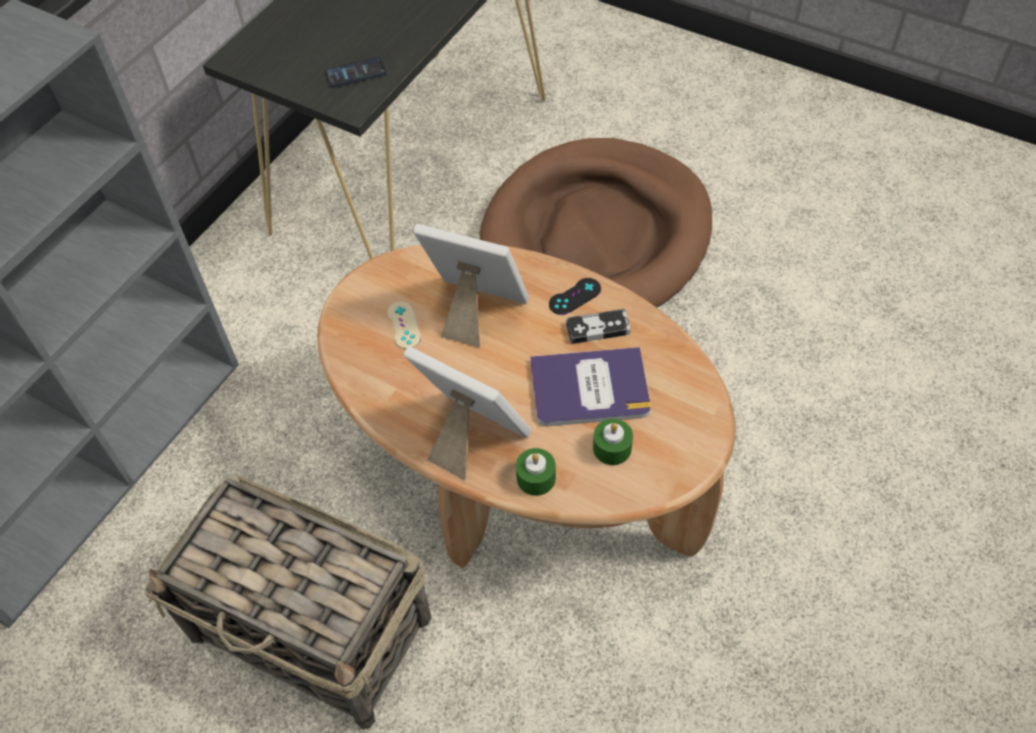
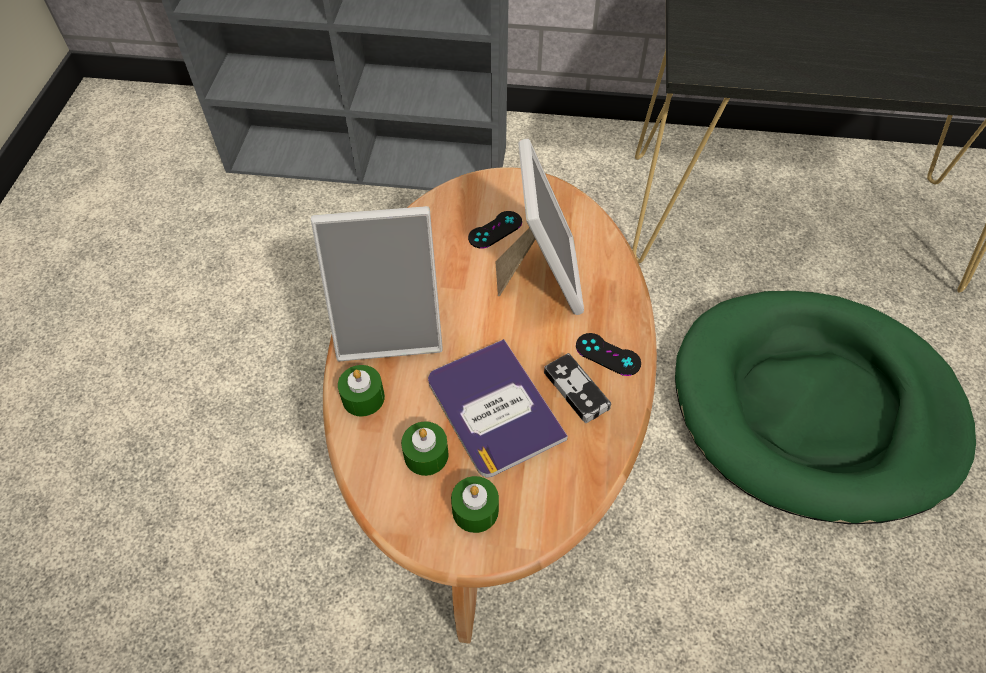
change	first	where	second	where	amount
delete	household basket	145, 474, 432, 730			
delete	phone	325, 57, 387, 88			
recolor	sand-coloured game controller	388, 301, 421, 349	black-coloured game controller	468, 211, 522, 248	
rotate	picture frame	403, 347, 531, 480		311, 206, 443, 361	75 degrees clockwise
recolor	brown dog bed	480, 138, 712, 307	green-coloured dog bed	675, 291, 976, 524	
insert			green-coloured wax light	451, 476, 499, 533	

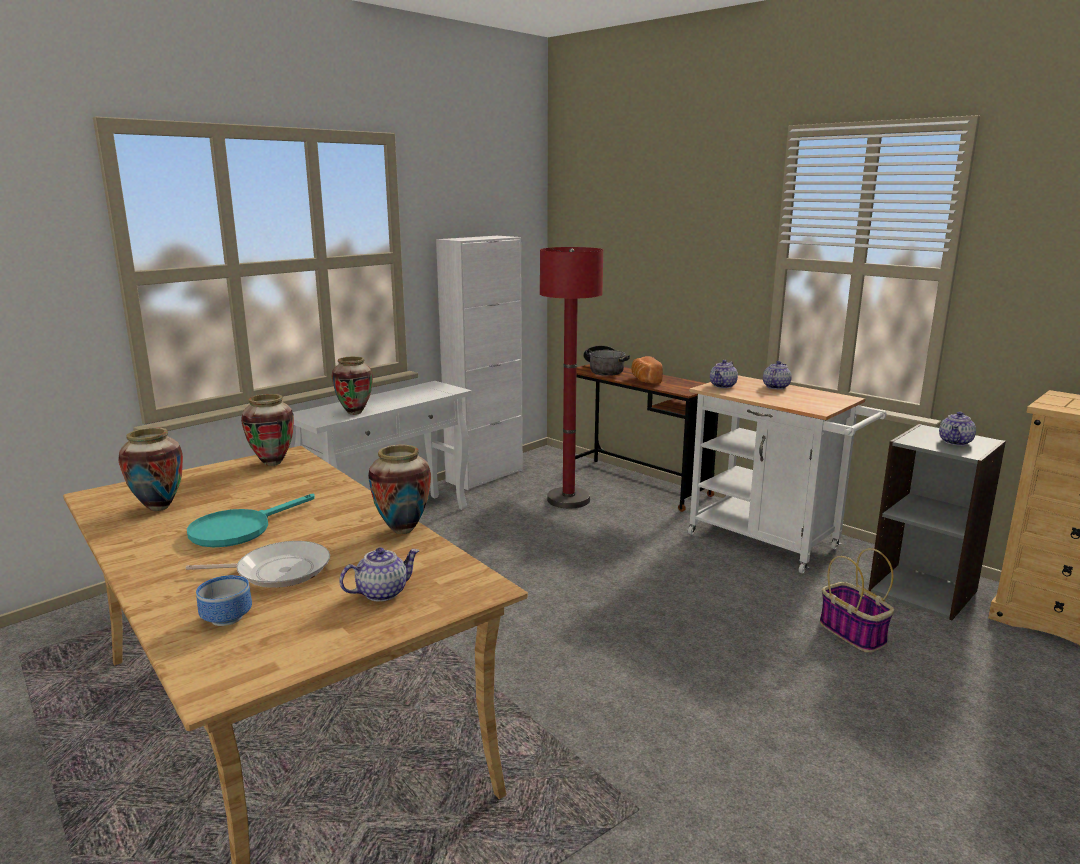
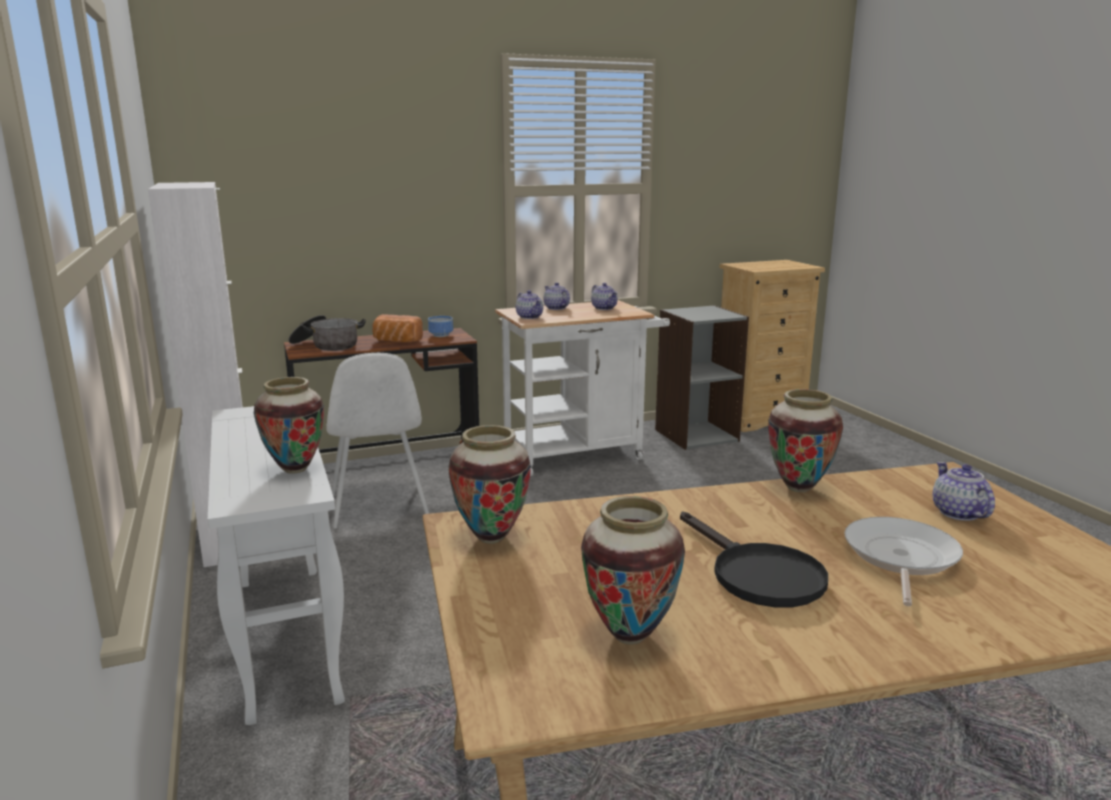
change	first	where	second	where	amount
recolor	blue-green frying pan	187, 494, 315, 547	black-coloured frying pan	680, 511, 828, 607	
move	bowl	196, 575, 252, 626		428, 316, 453, 337	
replace	reddish standard lamp	540, 247, 603, 508	white plain chair	326, 353, 429, 528	
delete	household basket	820, 548, 894, 652			
move	pot for tea	939, 412, 976, 446		591, 283, 618, 310	

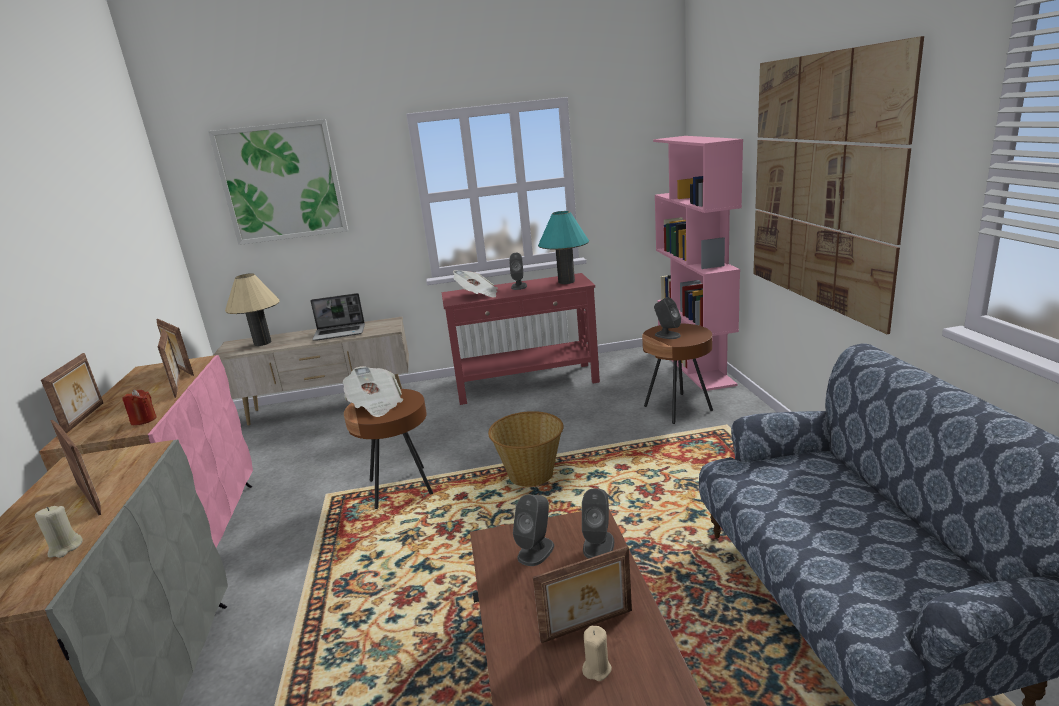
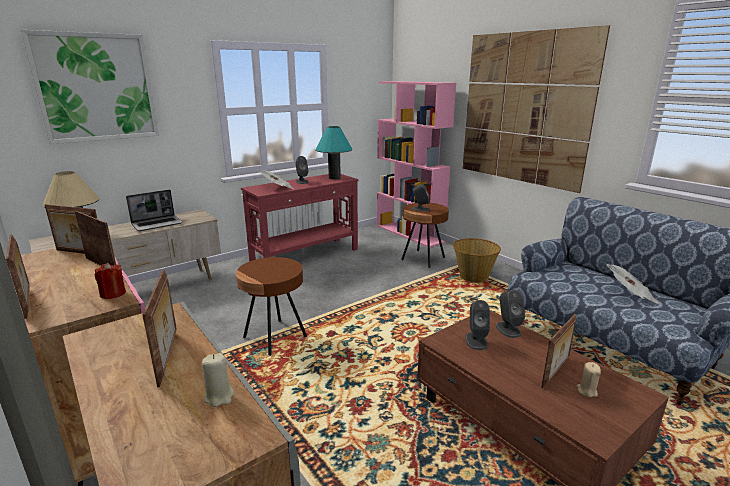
change	first	where	second	where	amount
rotate	picture frame	50, 420, 101, 515		142, 270, 177, 388	60 degrees clockwise
move	newspaper	343, 366, 403, 417		606, 264, 659, 304	
move	household basket	488, 411, 564, 487		452, 238, 501, 283	

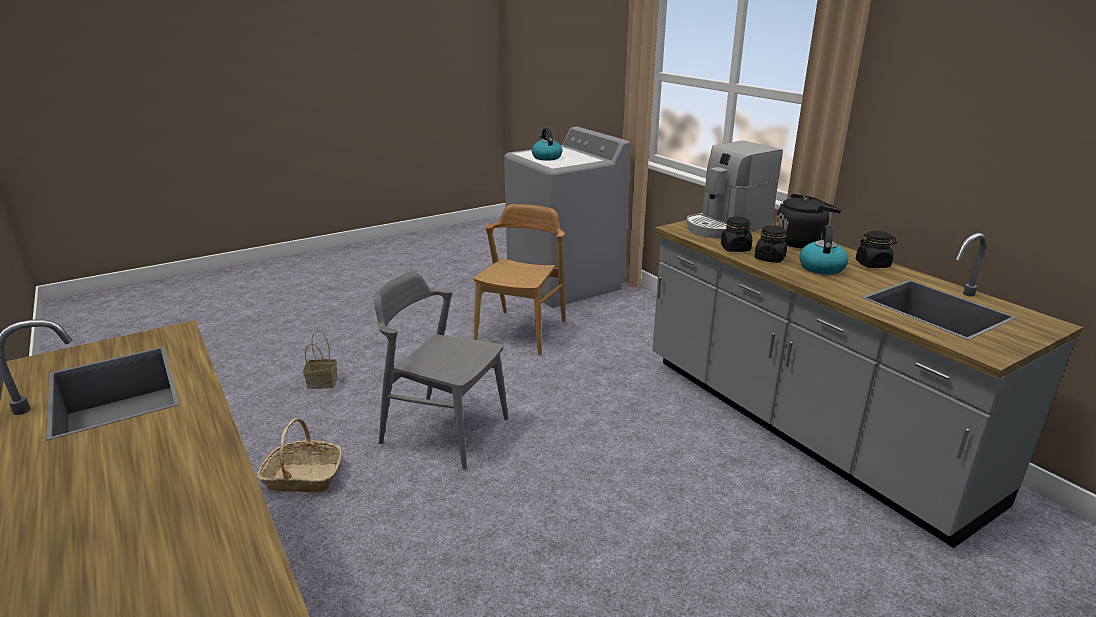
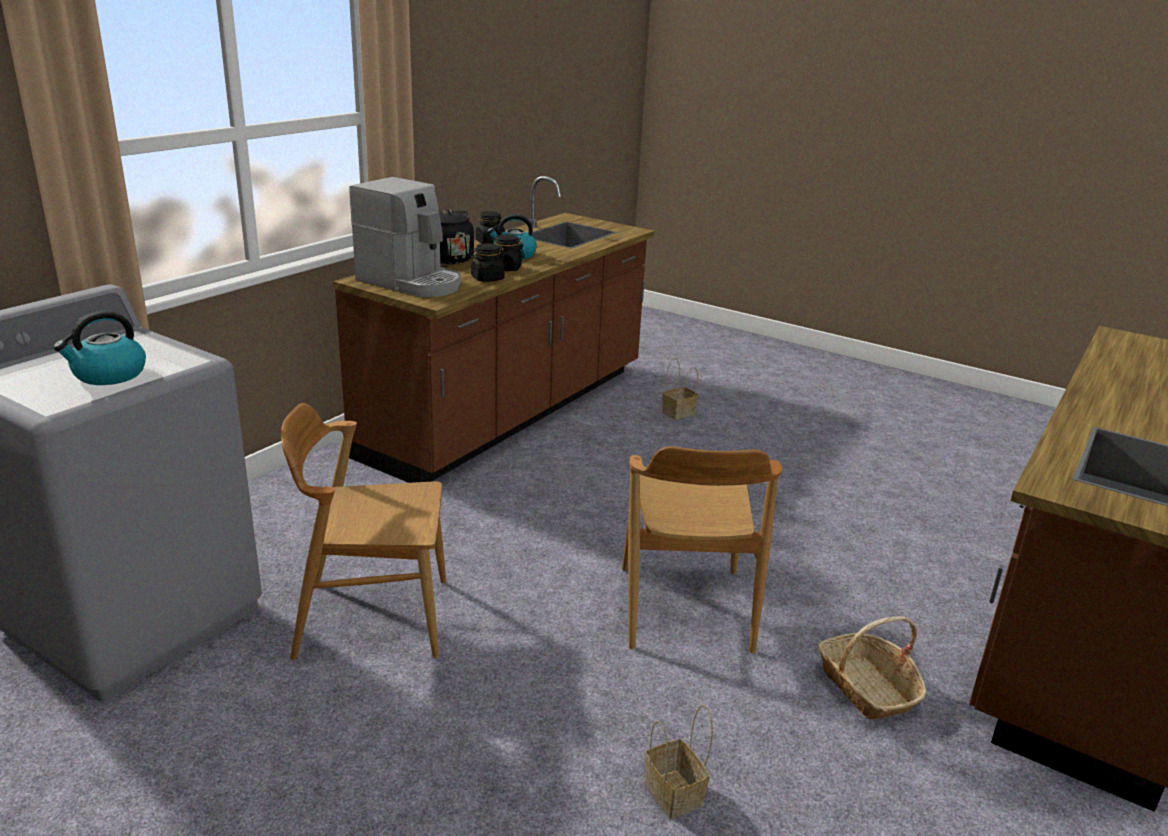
change	first	where	second	where	amount
recolor	greyish plain chair	374, 272, 508, 470	brown plain chair	622, 446, 782, 653	
recolor	greyish kitchen counter	652, 220, 1083, 548	brown kitchen counter	333, 176, 655, 483	
insert			household basket	662, 358, 698, 420	

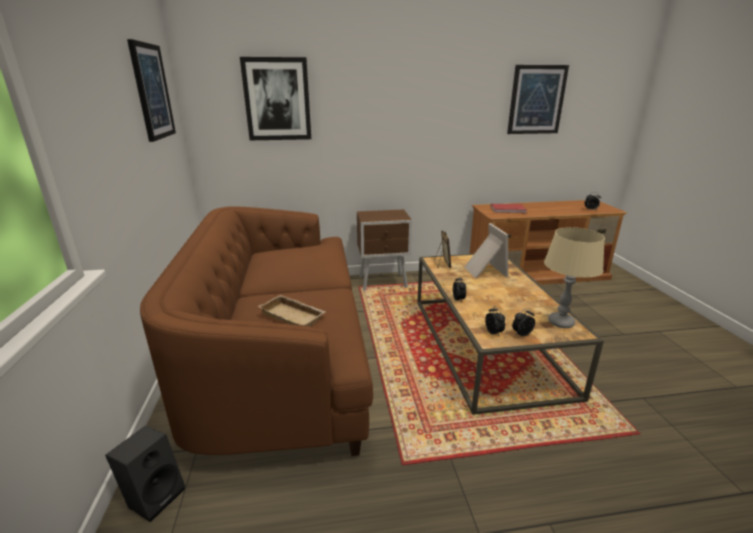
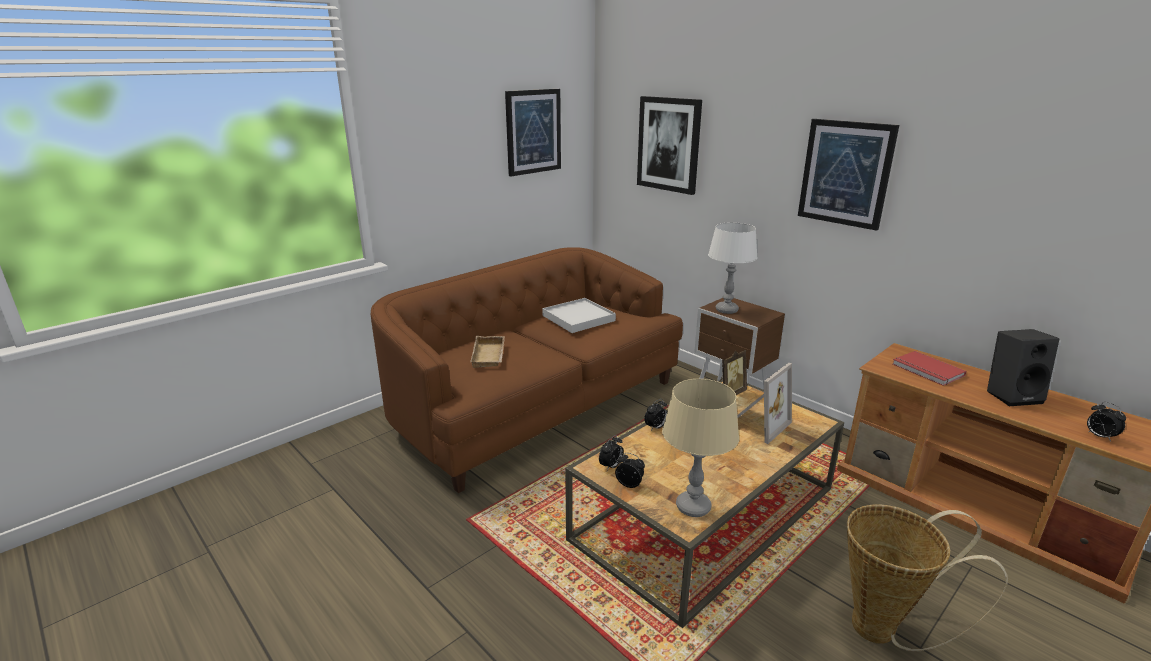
change	first	where	second	where	amount
move	black-coloured speaker	105, 426, 185, 522		987, 329, 1059, 406	
move	wall picture	507, 65, 569, 134		798, 119, 899, 231	
insert			white tray	542, 298, 616, 333	
insert			white table lamp	708, 222, 758, 314	
insert			household basket	847, 504, 1008, 651	

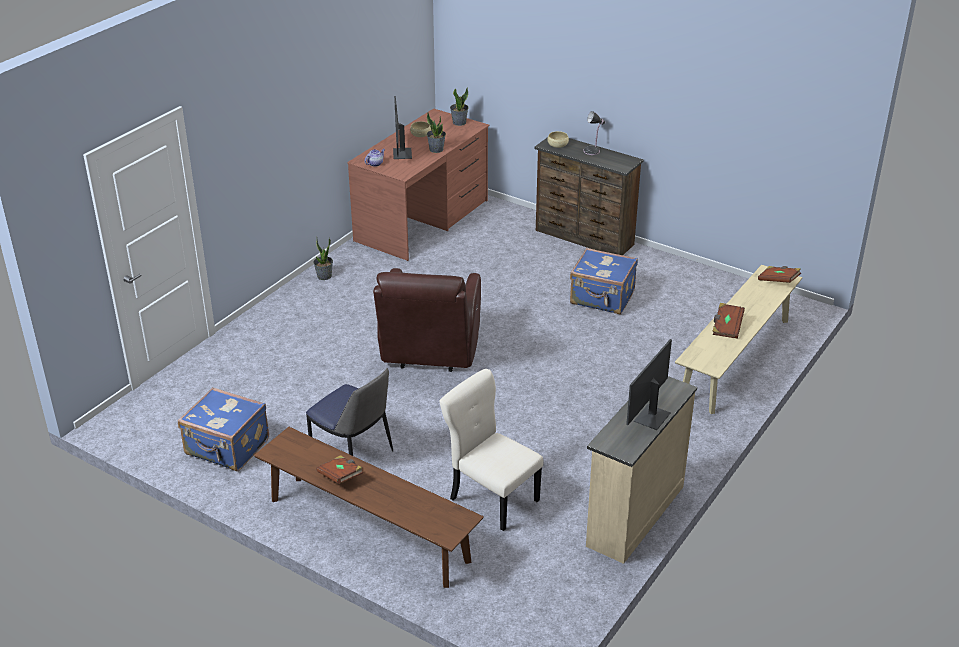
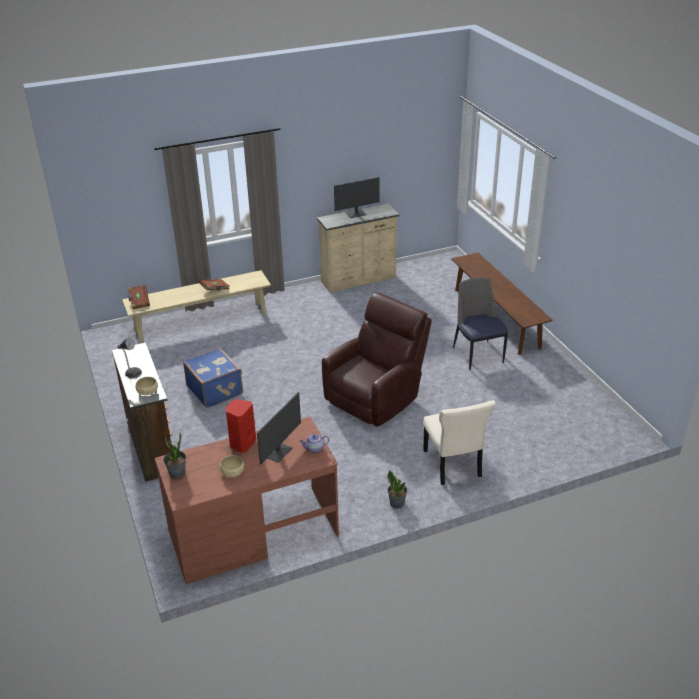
change	first	where	second	where	amount
delete	bluish travel case	178, 387, 269, 471			
delete	brown bound book	316, 455, 363, 484			
replace	potted plant	427, 112, 446, 153	reddish speaker	225, 399, 256, 453	
move	sand-coloured plain chair	439, 369, 543, 531		423, 400, 496, 485	

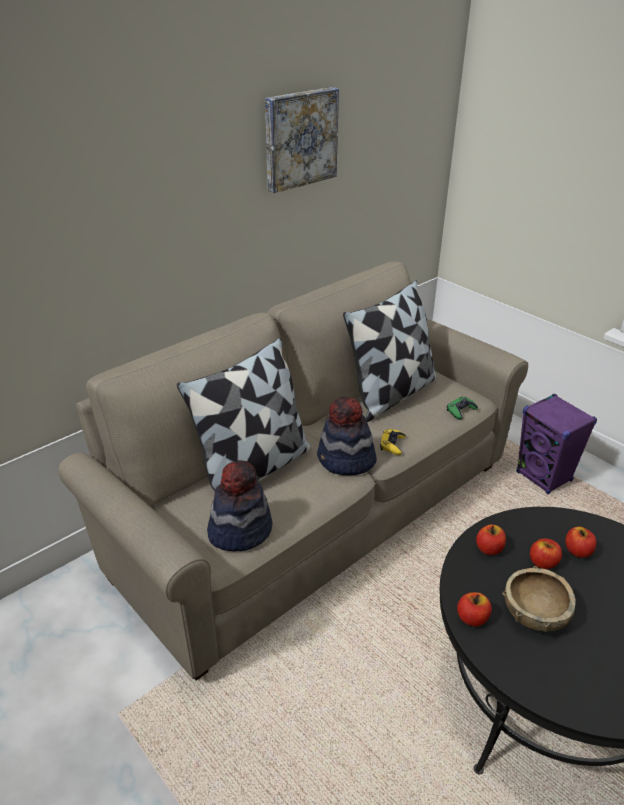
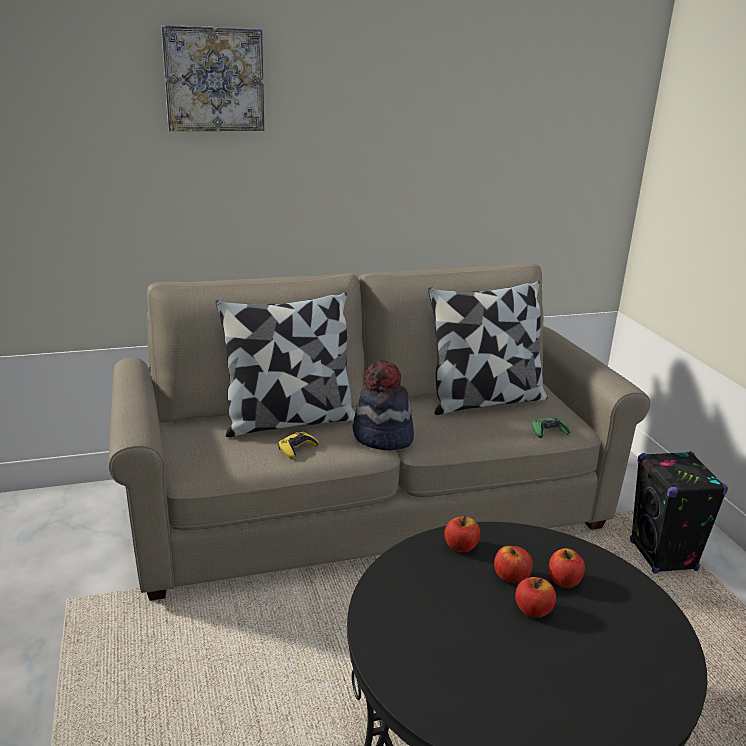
change	first	where	second	where	amount
delete	hat	207, 460, 273, 551			
move	wall picture	265, 87, 339, 193		161, 25, 264, 131	
move	yellow-coloured game controller	380, 429, 406, 455		278, 432, 319, 459	
move	whole apple	457, 592, 492, 626		515, 577, 556, 618	
delete	brown bowl	502, 566, 575, 632			
recolor	purplish speaker	516, 394, 597, 494	black-coloured speaker	630, 451, 728, 574	

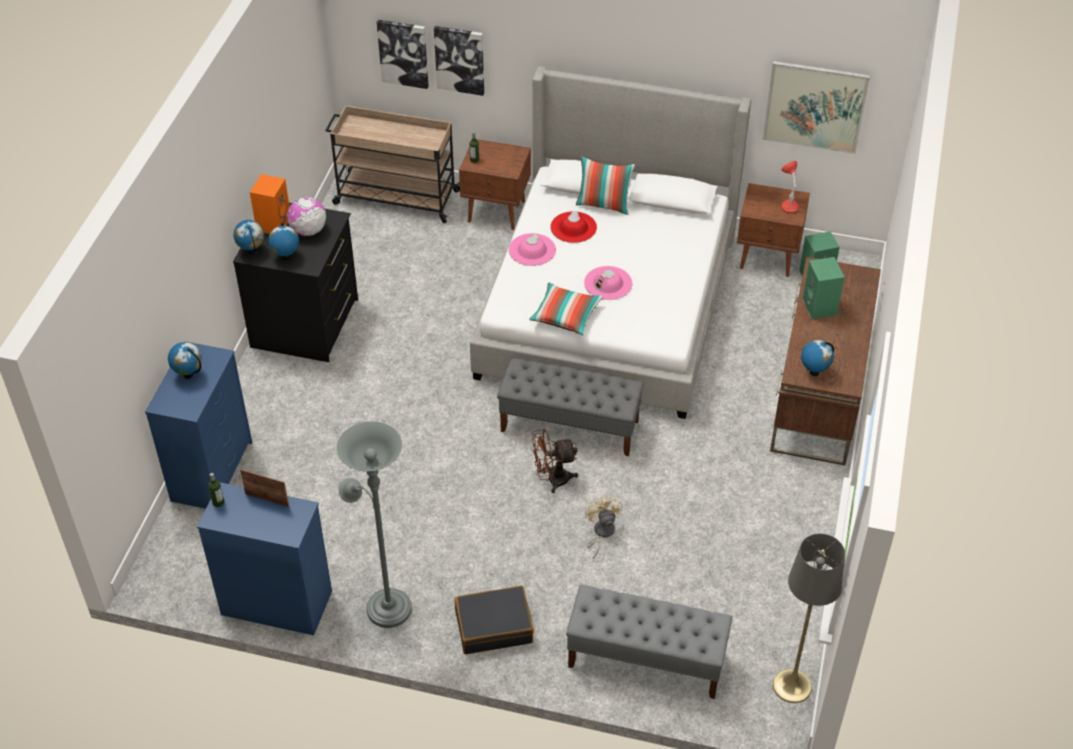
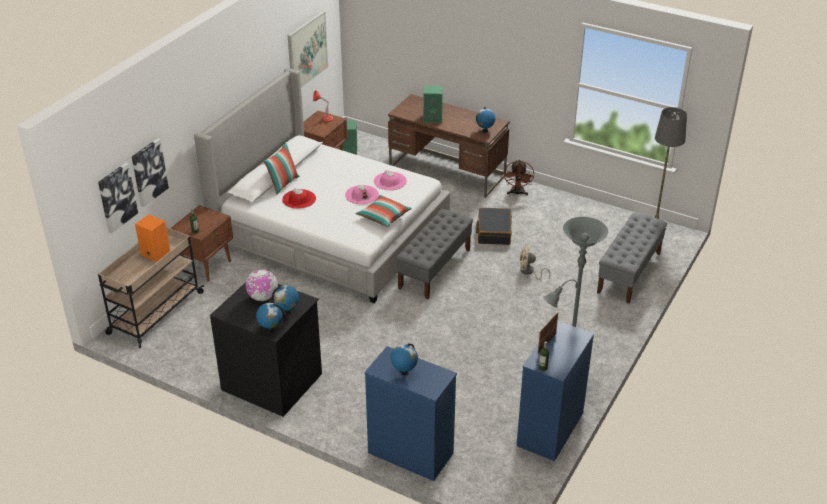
change	first	where	second	where	amount
move	orange speaker	250, 174, 290, 234		135, 214, 170, 262	
move	black-coloured travel case	455, 586, 534, 654		476, 208, 512, 245	
move	pink-coloured hat	509, 233, 556, 266		374, 170, 407, 190	
move	brown fan	532, 429, 578, 493		504, 159, 534, 196	

